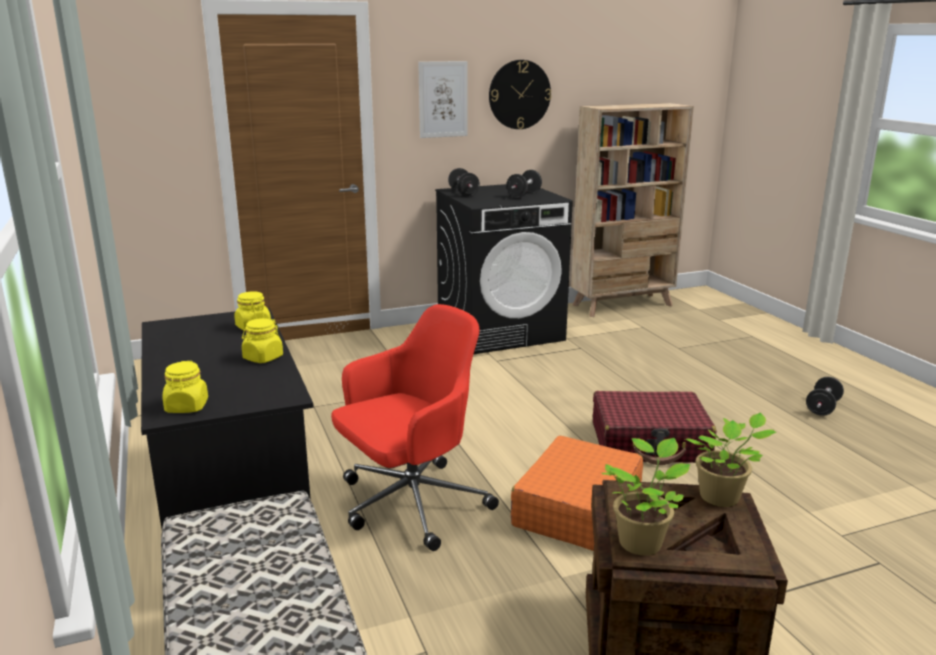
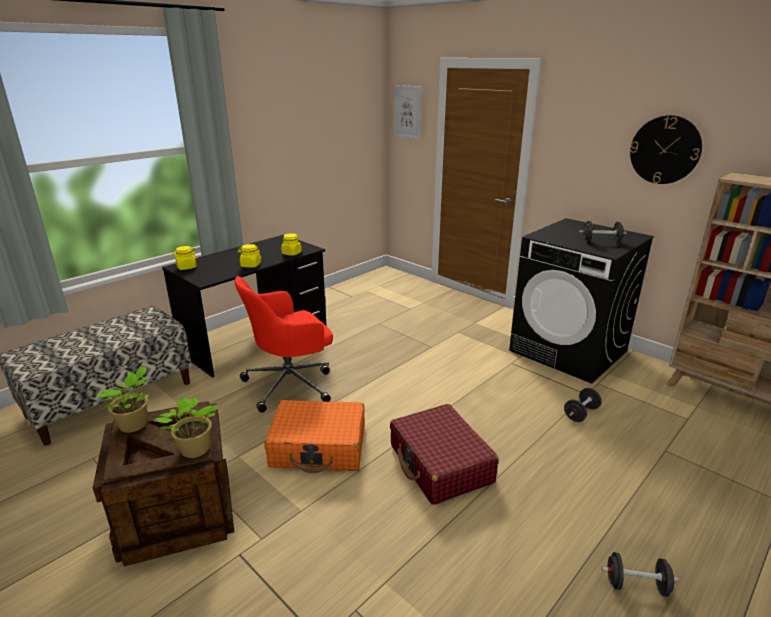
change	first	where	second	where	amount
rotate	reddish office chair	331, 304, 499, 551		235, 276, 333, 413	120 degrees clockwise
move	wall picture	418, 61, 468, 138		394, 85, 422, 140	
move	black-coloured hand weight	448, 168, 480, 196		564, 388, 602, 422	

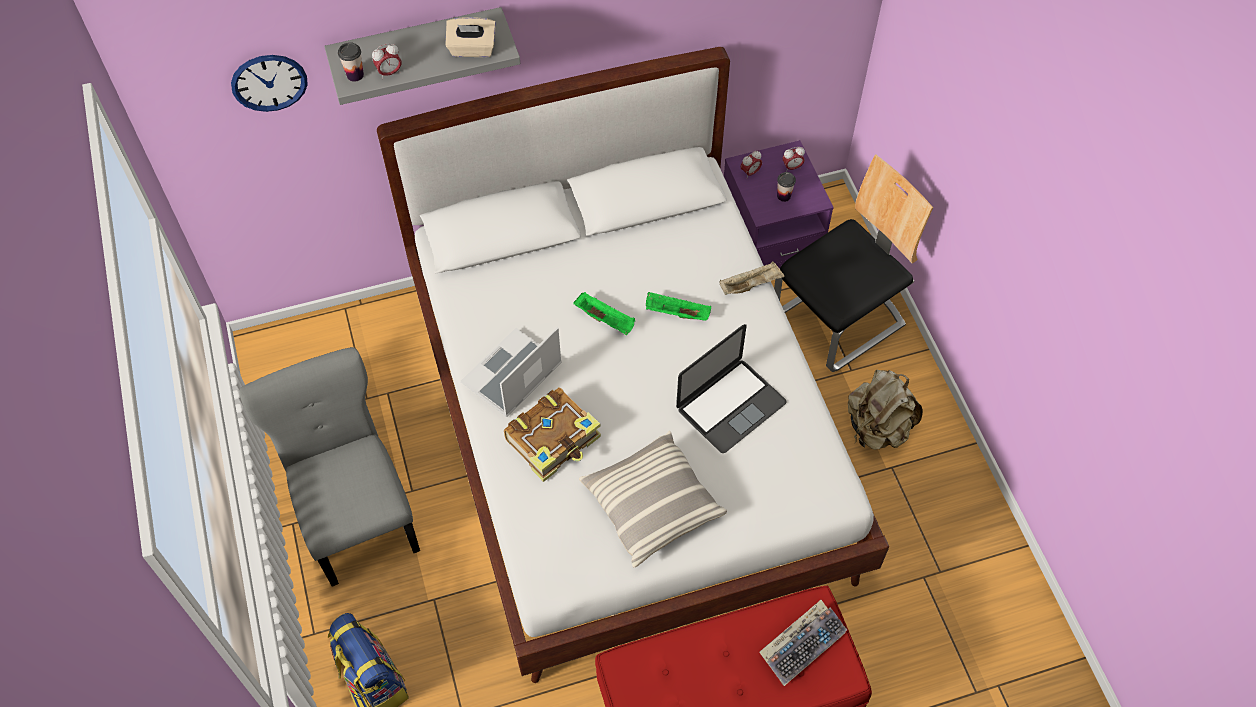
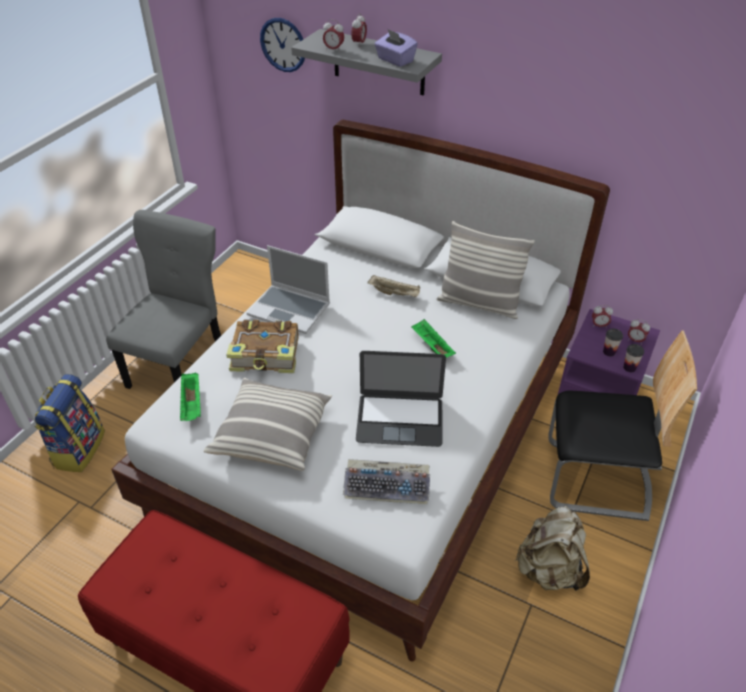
change	first	where	second	where	amount
move	drinking cup	338, 42, 364, 82		623, 344, 644, 372	
recolor	sand-coloured tissue holder	445, 17, 496, 57	purplish tissue holder	374, 29, 418, 67	
rotate	portable computer	461, 327, 562, 417		247, 245, 330, 334	150 degrees counterclockwise
move	green-coloured tray	573, 292, 635, 335		180, 373, 201, 421	
move	sand-coloured tray	719, 261, 785, 295		368, 275, 420, 297	
move	keyboard	760, 600, 847, 686		343, 459, 430, 504	
insert			table clock	351, 13, 367, 43	
insert			pillow	437, 221, 535, 319	

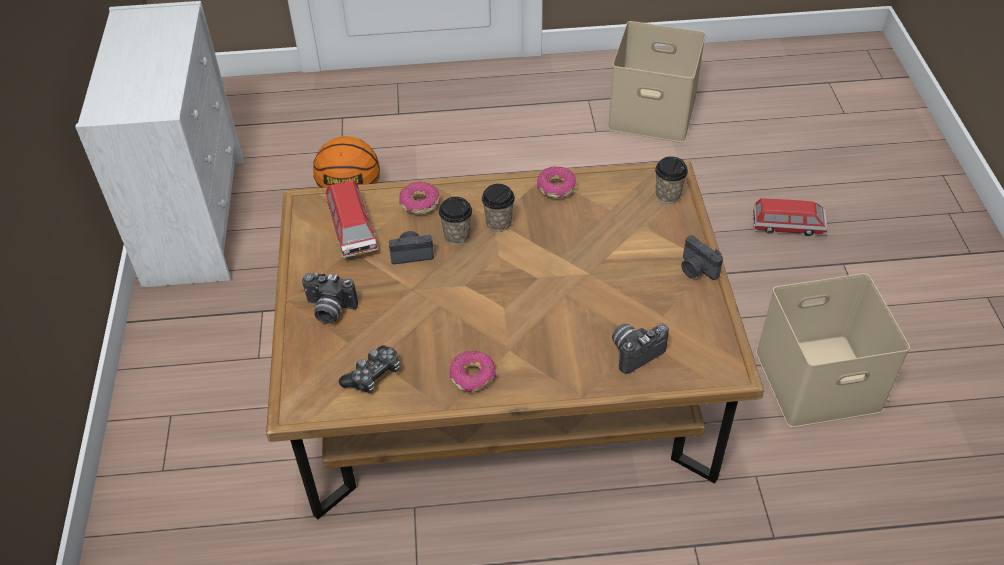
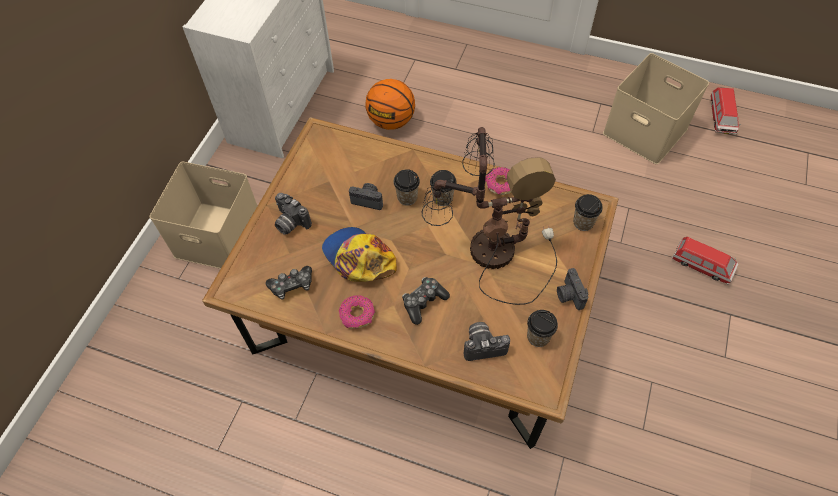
change	first	where	second	where	amount
move	model car	326, 180, 378, 258		710, 87, 741, 134	
delete	donut	399, 182, 439, 214			
move	sand-coloured storage container	756, 273, 910, 428		149, 162, 257, 269	
insert			peaked cap	322, 227, 397, 282	
insert			game controller	402, 277, 450, 325	
insert			table lamp	422, 127, 557, 305	
insert			drinking cup	527, 310, 558, 347	

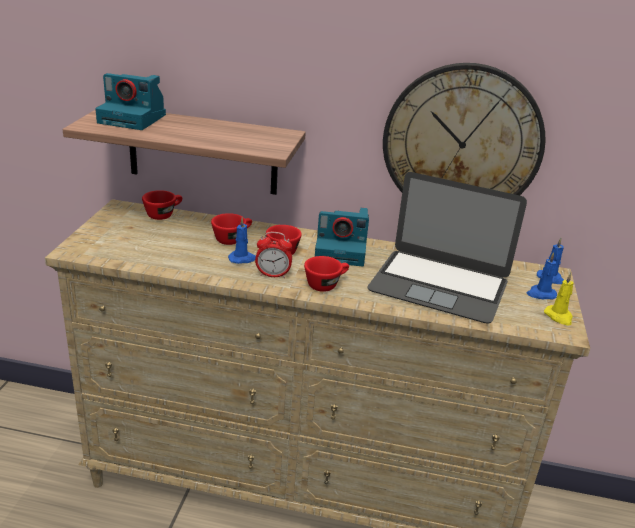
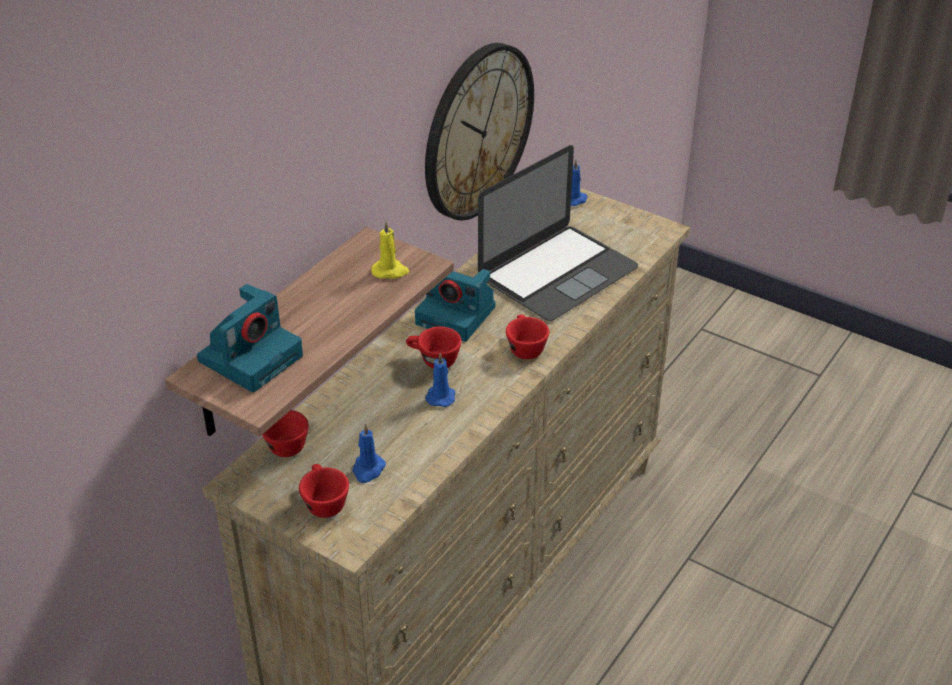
change	first	where	second	where	amount
move	reddish drinking cup	211, 213, 252, 245		299, 464, 349, 518	
delete	table clock	255, 232, 292, 278			
rotate	still camera	315, 208, 369, 266		415, 269, 496, 342	90 degrees clockwise
move	bluish wax light	527, 252, 557, 299		352, 424, 386, 483	
move	yellow-coloured wax light	544, 273, 574, 325		371, 221, 409, 279	

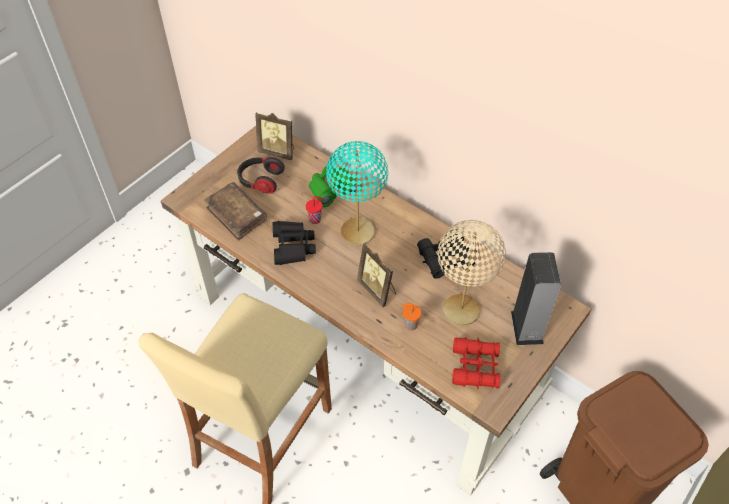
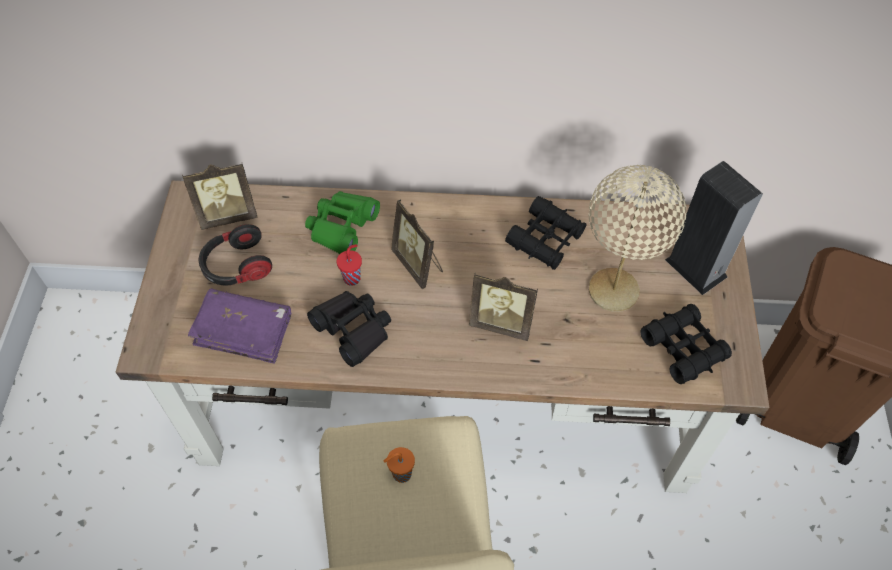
change	first	where	second	where	amount
recolor	brown bound book	204, 182, 267, 241	purplish bound book	188, 288, 291, 364	
replace	blue-green table lamp	326, 141, 388, 245	picture frame	391, 199, 443, 289	
move	orange drinking cup	402, 303, 422, 331		383, 447, 415, 483	
recolor	reddish field glasses	452, 337, 501, 389	black-coloured field glasses	640, 304, 732, 384	

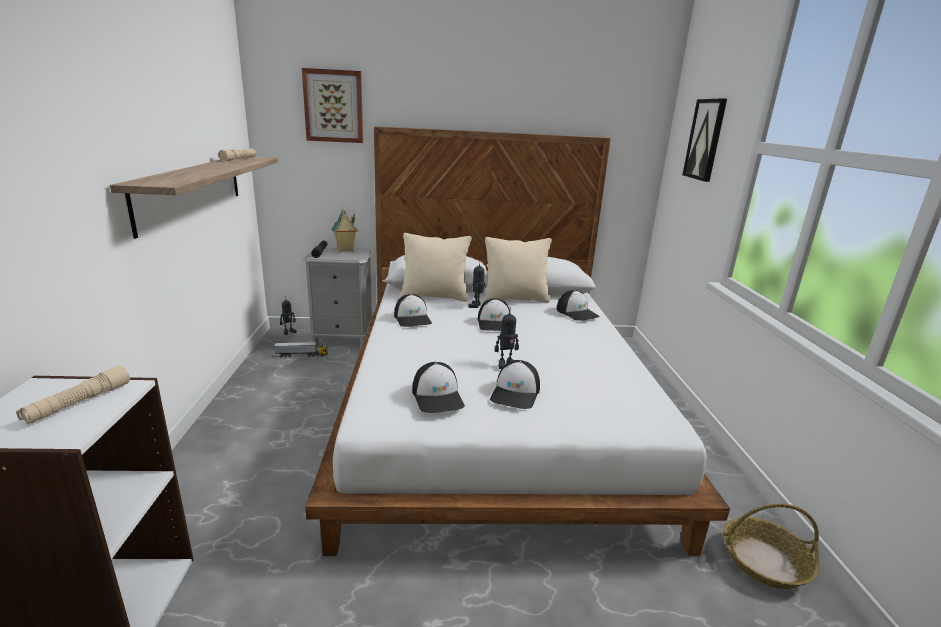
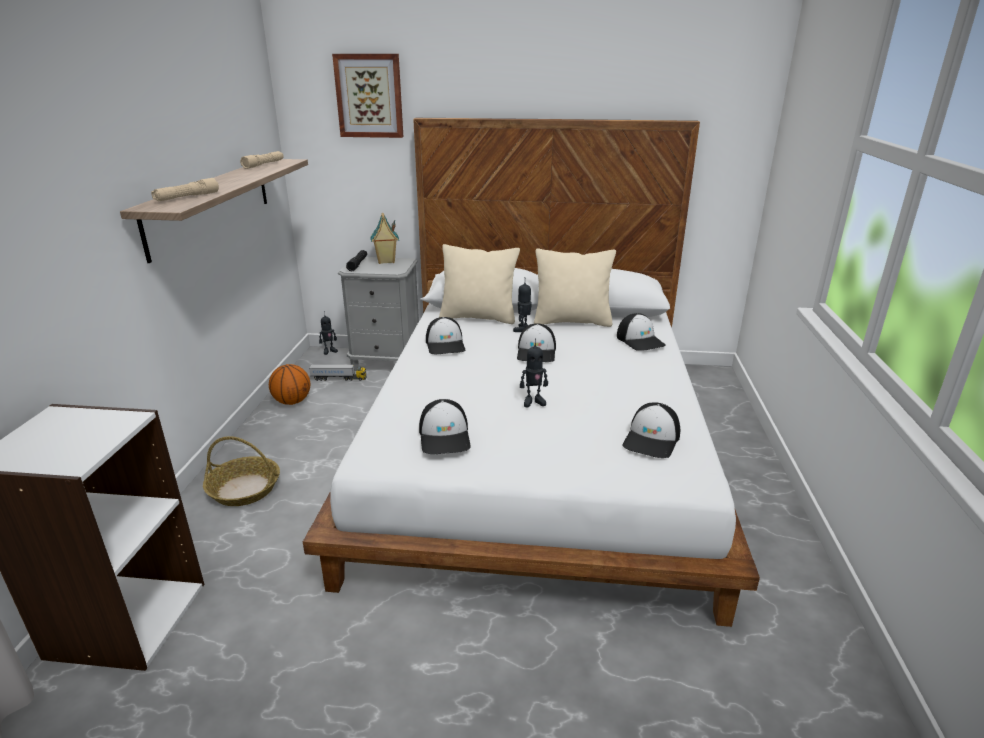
change	first	where	second	where	amount
move	sand-coloured torch	16, 365, 130, 424		151, 178, 219, 201	
move	peaked cap	490, 360, 540, 409		622, 402, 680, 458	
delete	wall picture	682, 98, 727, 182			
move	household basket	723, 503, 819, 589		203, 436, 280, 506	
insert			ball for basketball	269, 364, 311, 405	

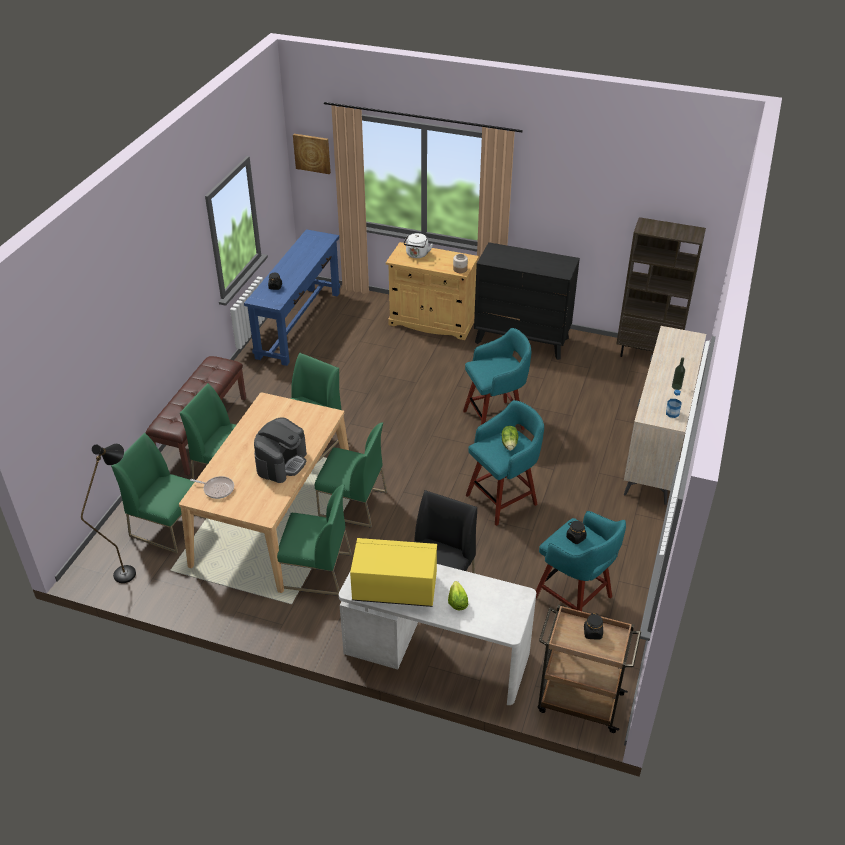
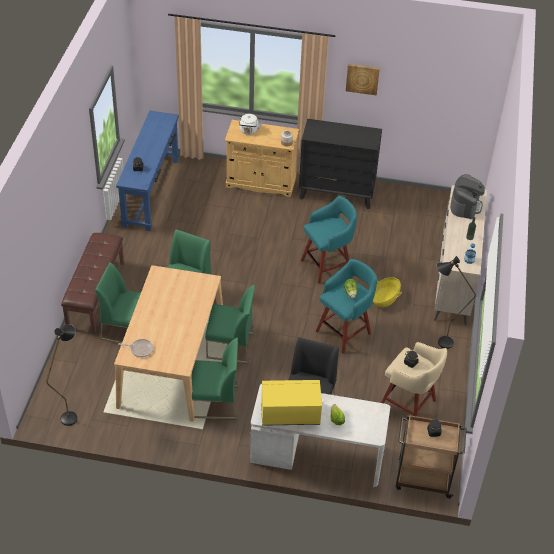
change	first	where	second	where	amount
delete	green-coloured plain chair	112, 433, 206, 553			
move	coffee machine	254, 418, 307, 483		450, 174, 485, 219	
move	wall picture	293, 134, 331, 174		346, 64, 380, 96	
recolor	blue-green stool seat	536, 511, 626, 611	sand-coloured stool seat	381, 342, 447, 417	
delete	brown bookcase	616, 217, 706, 357			
insert			household basket	373, 277, 402, 307	
insert			black-coloured standard lamp	437, 256, 476, 349	

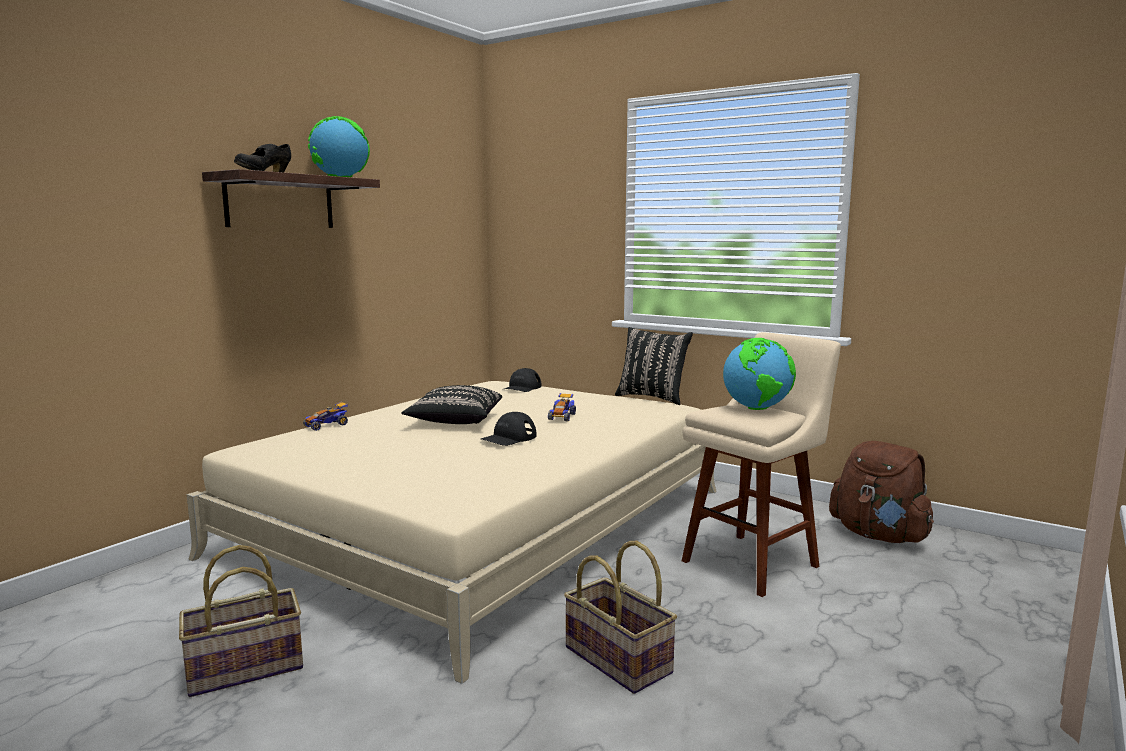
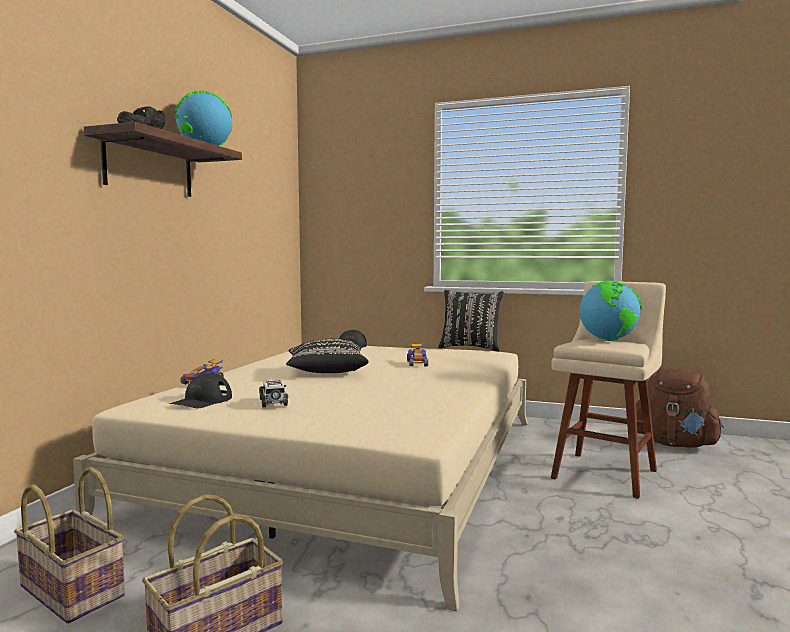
change	first	where	second	where	amount
move	black-coloured peaked cap	481, 412, 536, 446		169, 373, 232, 408	
move	household basket	564, 541, 677, 694		14, 467, 125, 624	
insert			model car	259, 380, 288, 407	

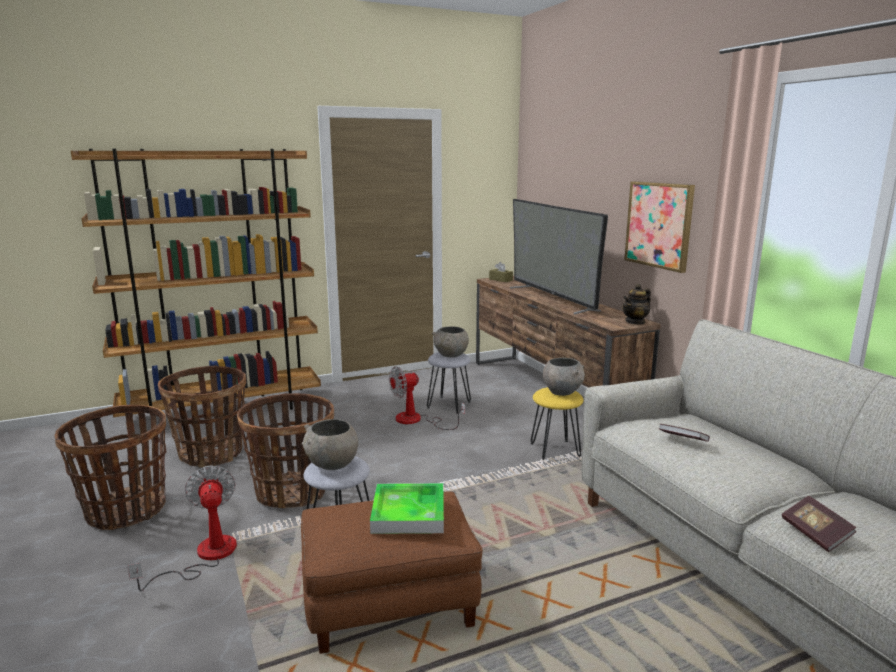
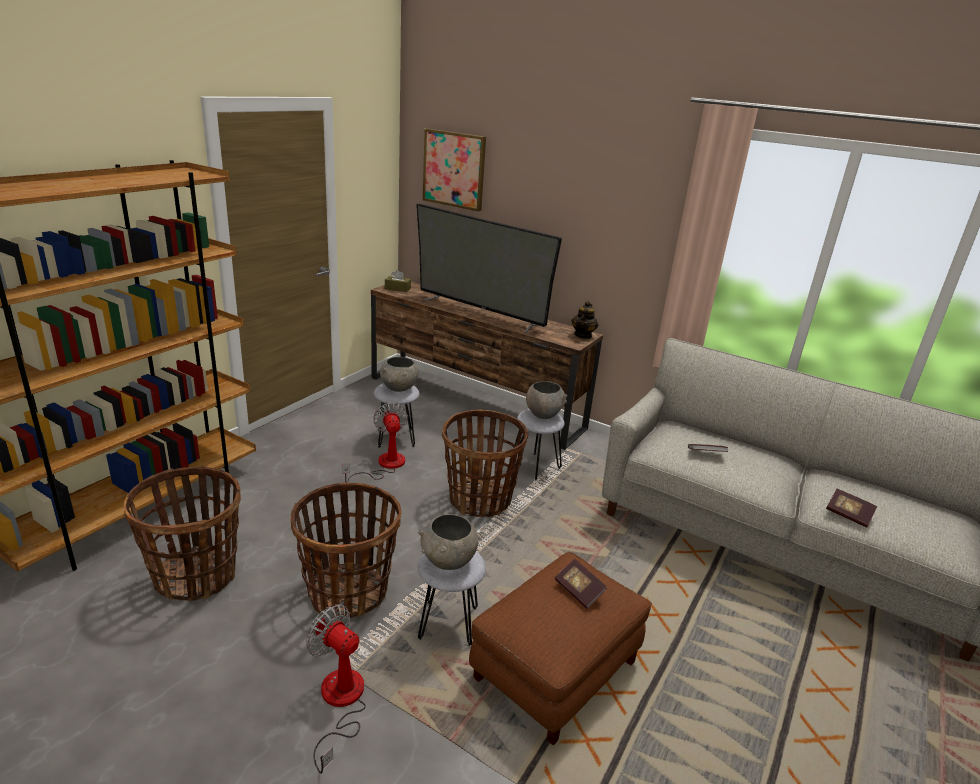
change	first	where	second	where	amount
move	household basket	55, 405, 167, 530		442, 410, 529, 517	
replace	tray	370, 483, 444, 534	bound book	555, 559, 607, 609	
rotate	fan	389, 366, 465, 430		342, 403, 408, 483	135 degrees clockwise
recolor	yellow-coloured stool seat	531, 387, 584, 460	greyish stool seat	515, 409, 565, 480	
move	wall picture	624, 181, 695, 273		423, 128, 486, 212	

